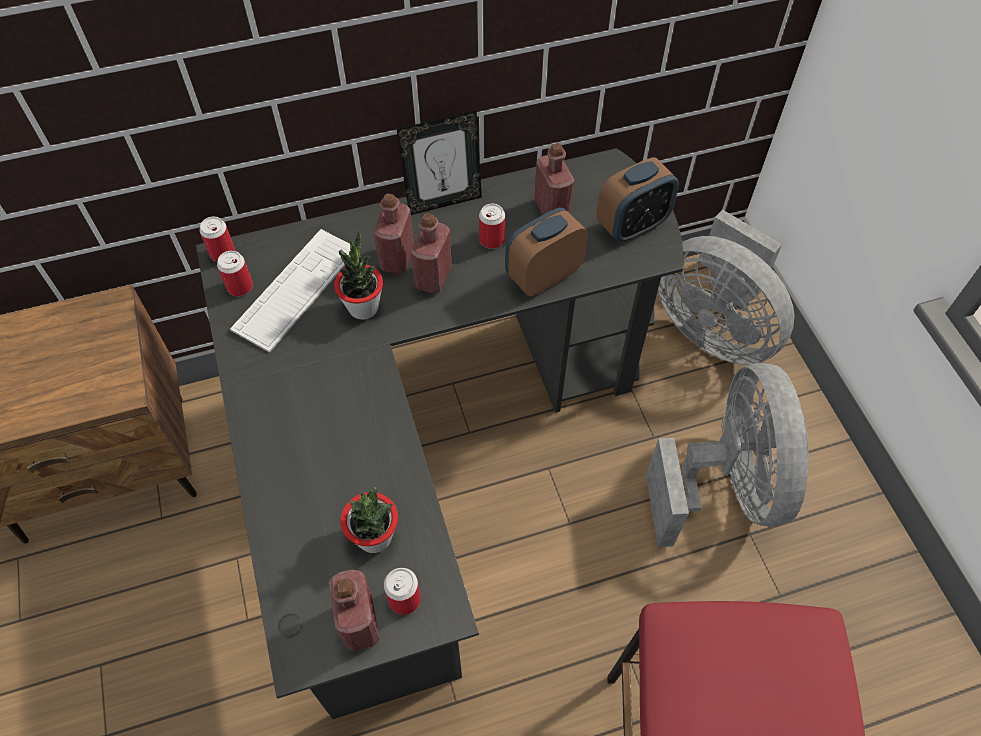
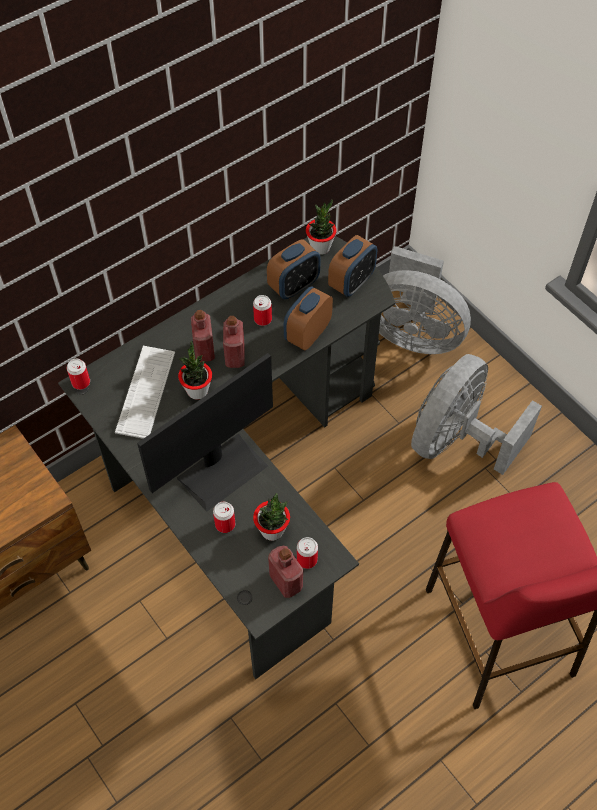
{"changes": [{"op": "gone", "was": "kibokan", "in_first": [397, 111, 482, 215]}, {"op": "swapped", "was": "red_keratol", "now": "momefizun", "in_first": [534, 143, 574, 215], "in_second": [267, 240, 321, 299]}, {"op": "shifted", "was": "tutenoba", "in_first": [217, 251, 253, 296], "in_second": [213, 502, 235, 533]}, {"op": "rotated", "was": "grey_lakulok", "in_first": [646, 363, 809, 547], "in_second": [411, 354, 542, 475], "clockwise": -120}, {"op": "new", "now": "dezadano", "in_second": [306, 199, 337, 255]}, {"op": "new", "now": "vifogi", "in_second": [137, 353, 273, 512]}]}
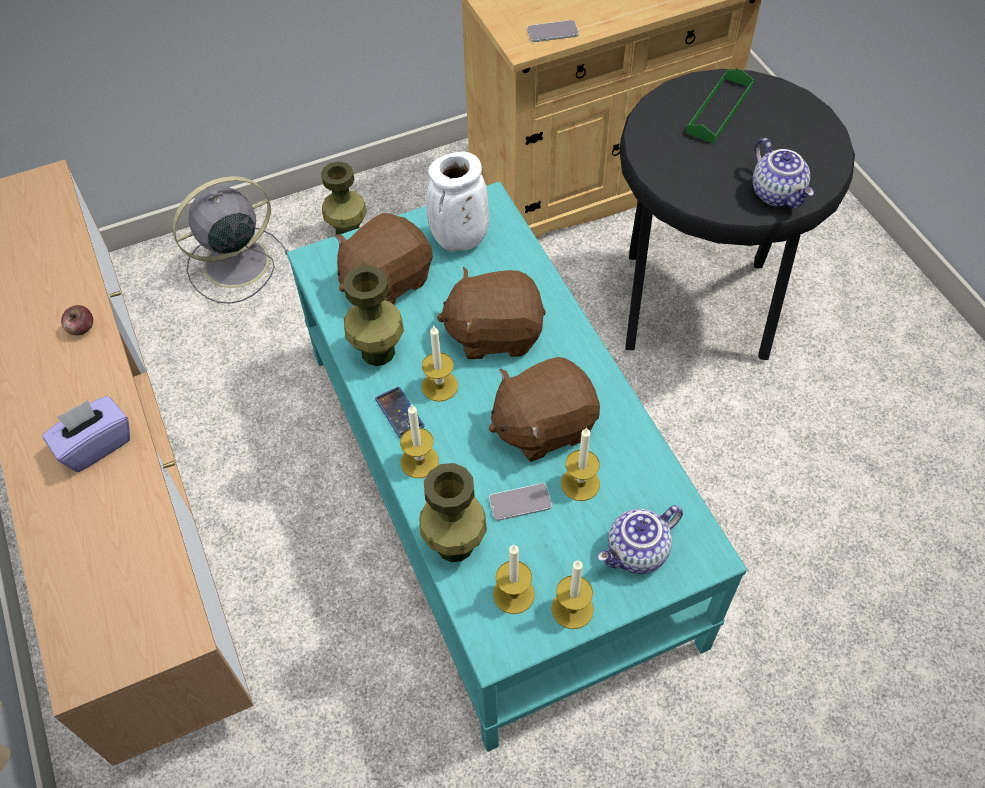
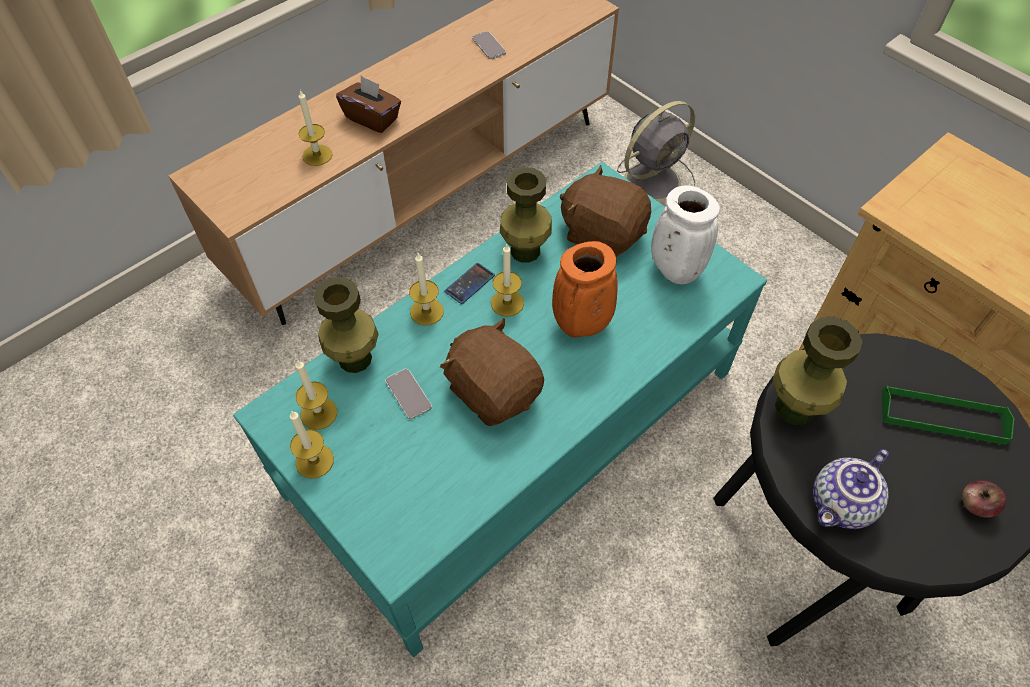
{"changes": [{"op": "shifted", "was": "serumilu", "in_first": [527, 20, 579, 42], "in_second": [472, 31, 506, 59]}, {"op": "shifted", "was": "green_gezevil", "in_first": [321, 161, 367, 235], "in_second": [772, 316, 862, 425]}, {"op": "rotated", "was": "grey_lakulok", "in_first": [172, 176, 289, 304], "in_second": [617, 101, 695, 202], "clockwise": 105}, {"op": "swapped", "was": "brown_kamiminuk", "now": "orange_gezevil", "in_first": [437, 267, 546, 359], "in_second": [552, 241, 618, 338]}, {"op": "shifted", "was": "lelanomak", "in_first": [61, 305, 93, 336], "in_second": [962, 480, 1006, 518]}, {"op": "repainted", "was": "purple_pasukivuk", "now": "brown_pasukivuk", "in_first": [42, 396, 130, 472], "in_second": [336, 76, 401, 133]}, {"op": "shifted", "was": "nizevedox", "in_first": [561, 427, 600, 501], "in_second": [298, 90, 333, 166]}, {"op": "gone", "was": "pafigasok", "in_first": [598, 505, 683, 574]}]}
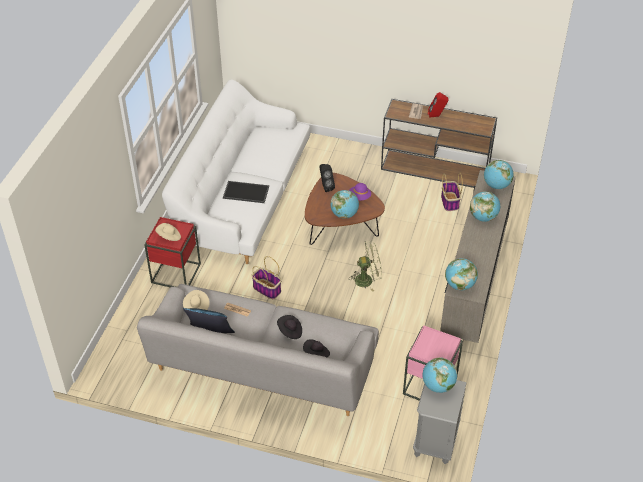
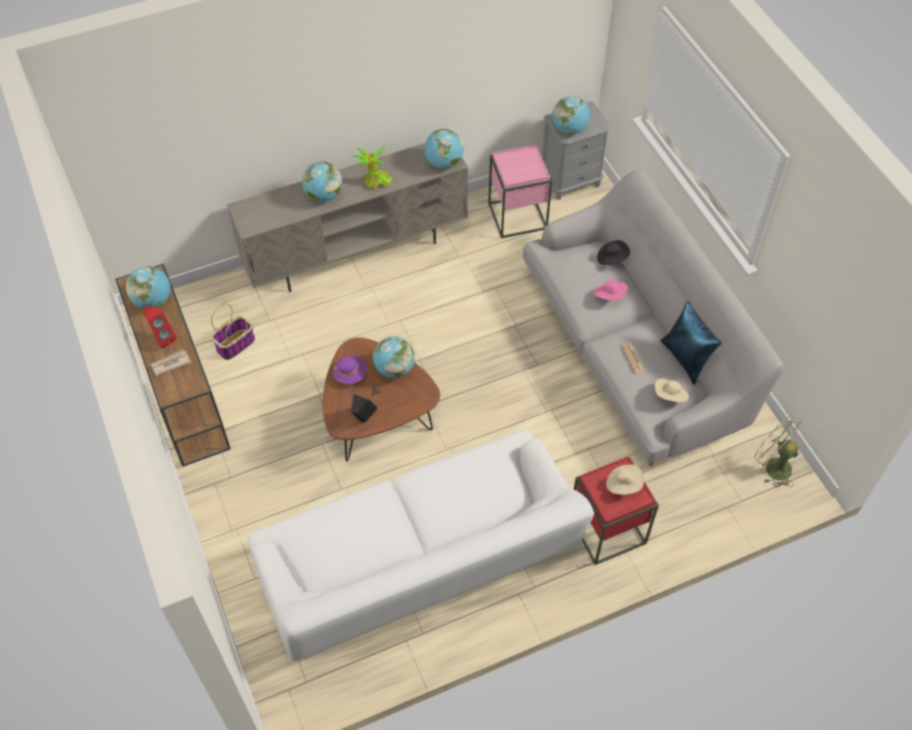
{"changes": [{"op": "shifted", "was": "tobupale", "in_first": [484, 160, 514, 189], "in_second": [126, 266, 170, 309]}, {"op": "gone", "was": "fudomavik", "in_first": [223, 181, 269, 203]}, {"op": "shifted", "was": "green_lakulok", "in_first": [349, 241, 382, 292], "in_second": [754, 416, 802, 488]}, {"op": "gone", "was": "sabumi", "in_first": [251, 256, 282, 299]}, {"op": "repainted", "was": "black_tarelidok", "now": "pink_tarelidok", "in_first": [277, 315, 302, 339], "in_second": [594, 280, 628, 301]}, {"op": "new", "now": "dezadano", "in_second": [352, 145, 392, 189]}]}
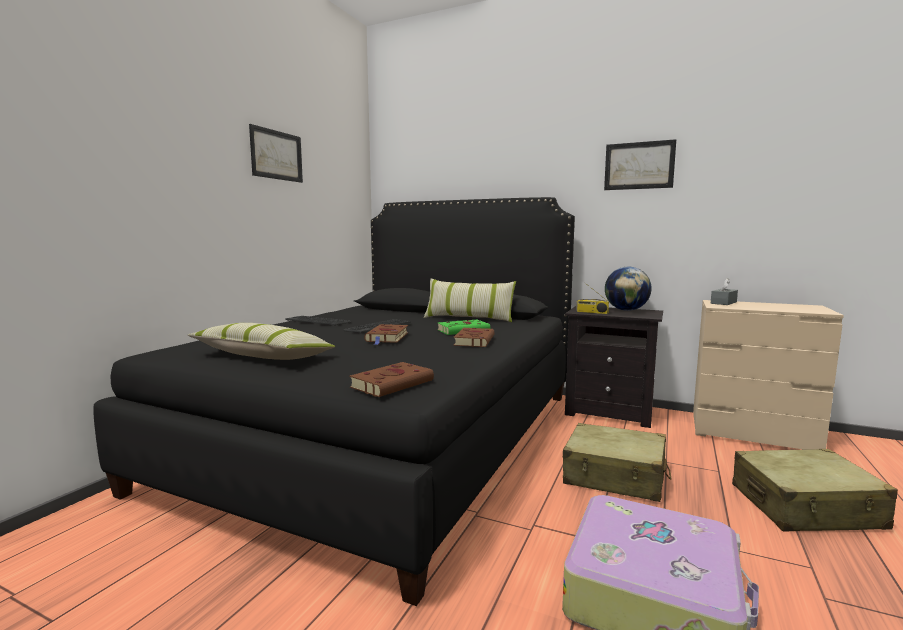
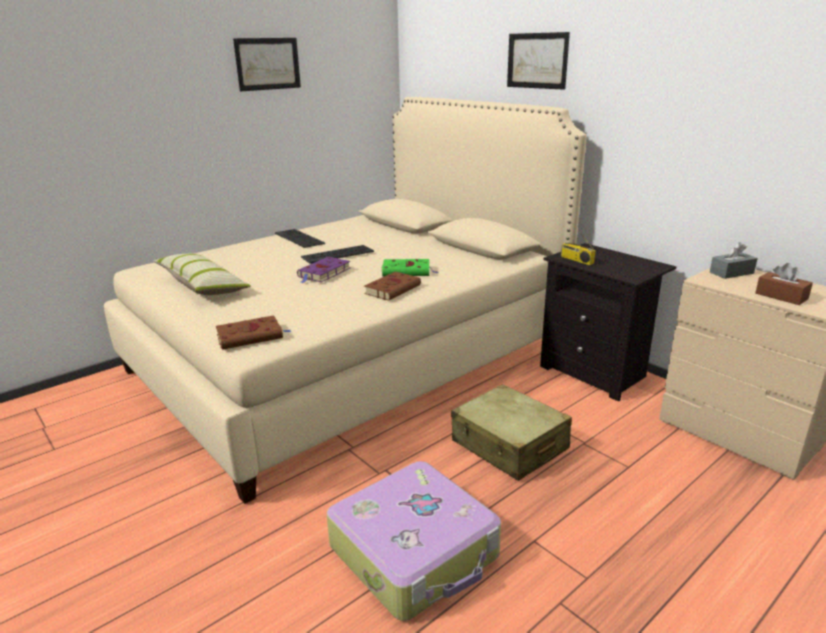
{"changes": [{"op": "shifted", "was": "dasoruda", "in_first": [604, 139, 676, 190], "in_second": [507, 32, 570, 90]}, {"op": "repainted", "was": "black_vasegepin", "now": "beige_vasegepin", "in_first": [93, 197, 575, 606], "in_second": [104, 97, 587, 504]}, {"op": "gone", "was": "tobupale", "in_first": [605, 267, 652, 311]}, {"op": "gone", "was": "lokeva", "in_first": [423, 279, 516, 322]}, {"op": "repainted", "was": "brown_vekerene", "now": "purple_vekerene", "in_first": [364, 324, 408, 345], "in_second": [297, 257, 350, 283]}, {"op": "gone", "was": "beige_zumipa", "in_first": [732, 449, 898, 532]}, {"op": "new", "now": "brown_pasukivuk", "in_second": [755, 263, 813, 305]}]}
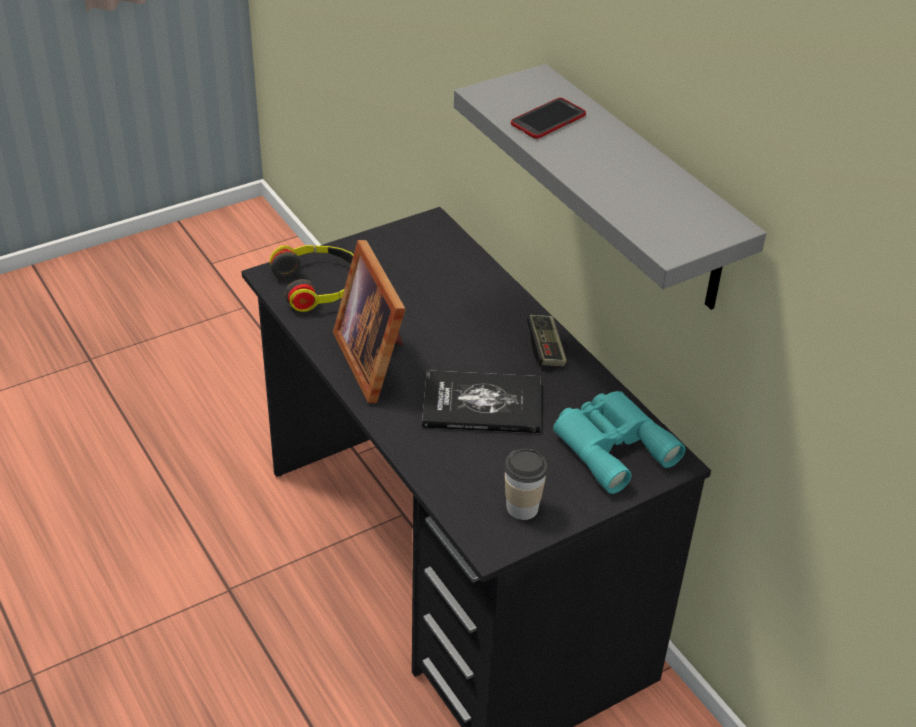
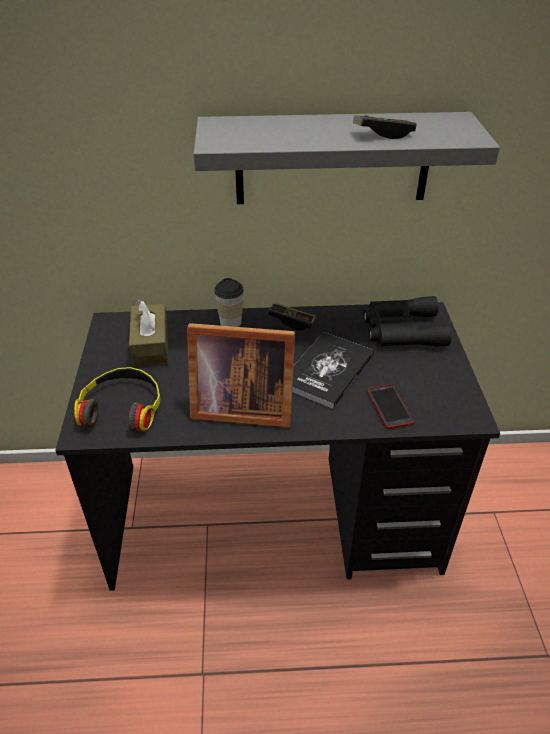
{"changes": [{"op": "shifted", "was": "serumilu", "in_first": [511, 98, 586, 139], "in_second": [367, 384, 415, 429]}, {"op": "repainted", "was": "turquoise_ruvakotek", "now": "black_ruvakotek", "in_first": [553, 391, 686, 494], "in_second": [364, 296, 452, 346]}, {"op": "shifted", "was": "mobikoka", "in_first": [504, 449, 548, 520], "in_second": [214, 278, 244, 327]}, {"op": "new", "now": "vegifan", "in_second": [353, 115, 417, 139]}, {"op": "new", "now": "brown_pasukivuk", "in_second": [129, 300, 169, 367]}]}
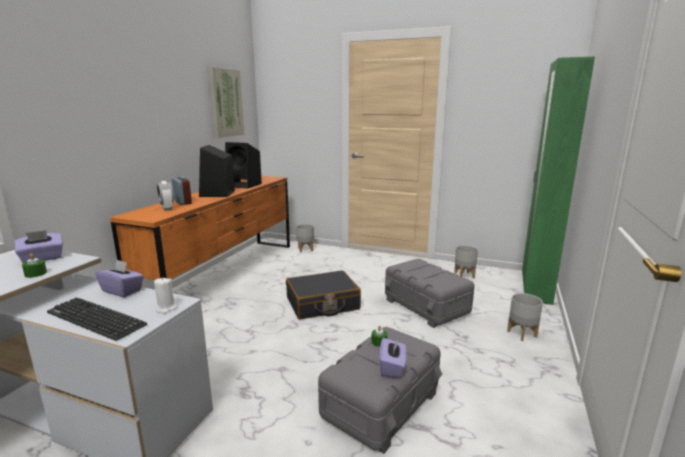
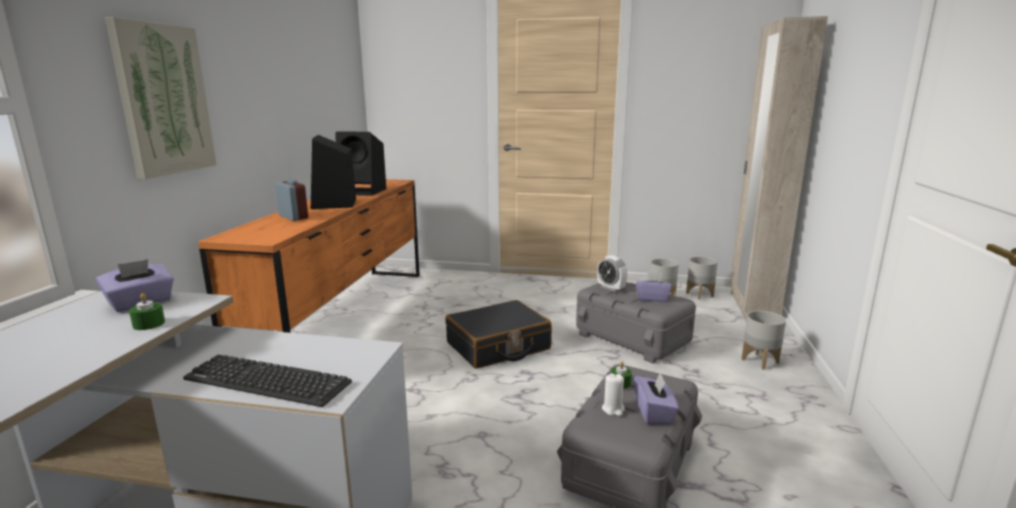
{"changes": [{"op": "repainted", "was": "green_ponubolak", "now": "beige_ponubolak", "in_first": [522, 57, 595, 305], "in_second": [730, 16, 828, 321]}, {"op": "shifted", "was": "dasoruda", "in_first": [209, 67, 245, 138], "in_second": [105, 17, 217, 179]}, {"op": "shifted", "was": "momefizun", "in_first": [157, 181, 174, 211], "in_second": [597, 255, 627, 292]}, {"op": "shifted", "was": "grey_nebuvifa", "in_first": [296, 224, 314, 252], "in_second": [686, 257, 718, 300]}, {"op": "shifted", "was": "purple_pasukivuk", "in_first": [95, 259, 144, 297], "in_second": [636, 272, 671, 302]}, {"op": "shifted", "was": "white_nizevedox", "in_first": [154, 277, 178, 314], "in_second": [602, 373, 625, 416]}]}
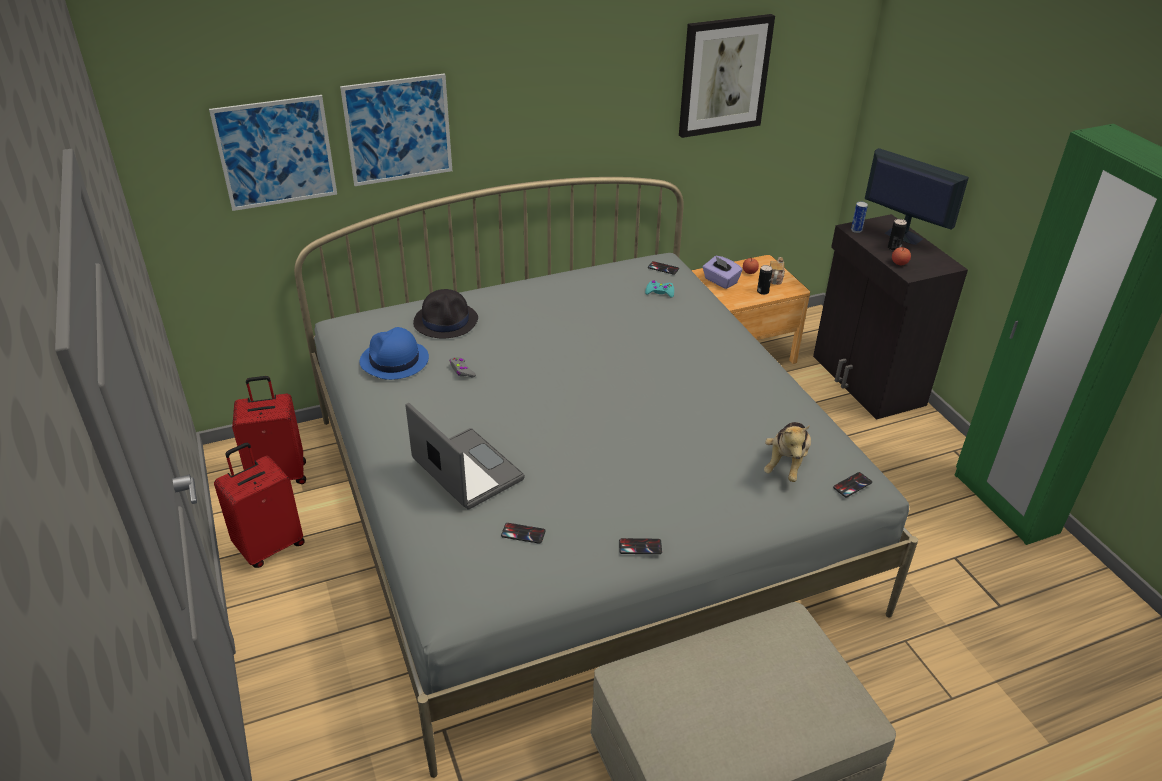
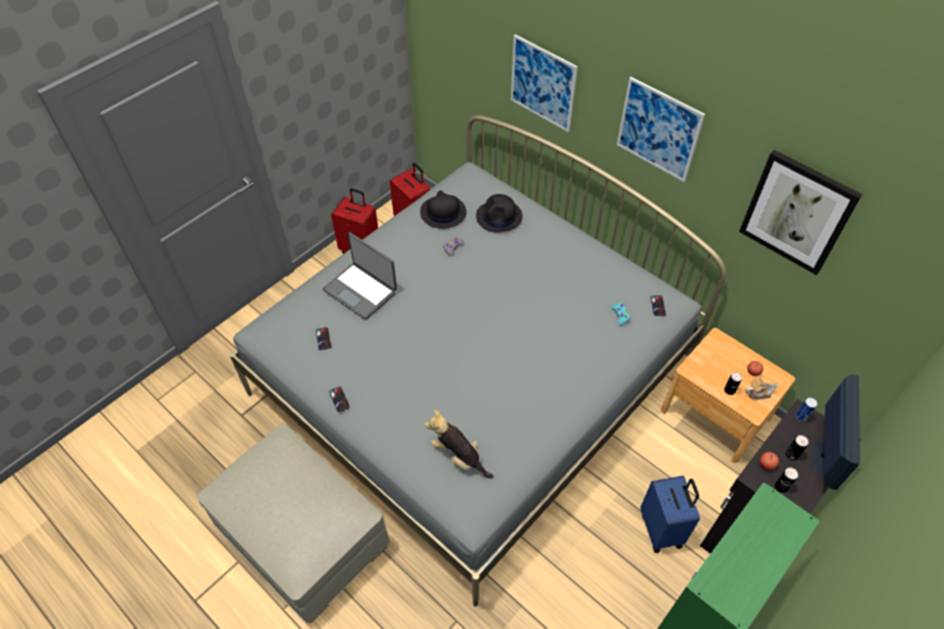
{"changes": [{"op": "shifted", "was": "dasoruda", "in_first": [209, 95, 337, 211], "in_second": [617, 77, 705, 182]}, {"op": "gone", "was": "purple_pasukivuk", "in_first": [702, 256, 743, 289]}, {"op": "repainted", "was": "blue_tarelidok", "now": "black_tarelidok", "in_first": [360, 327, 429, 380], "in_second": [420, 190, 467, 229]}, {"op": "rotated", "was": "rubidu", "in_first": [405, 403, 525, 510], "in_second": [322, 232, 397, 320], "clockwise": 105}, {"op": "rotated", "was": "kamiminuk", "in_first": [764, 422, 811, 482], "in_second": [424, 410, 493, 478], "clockwise": 45}, {"op": "gone", "was": "serumilu", "in_first": [833, 472, 872, 497]}, {"op": "new", "now": "tutenoba", "in_second": [775, 467, 798, 493]}, {"op": "new", "now": "blue_zumipa", "in_second": [641, 476, 700, 553]}]}
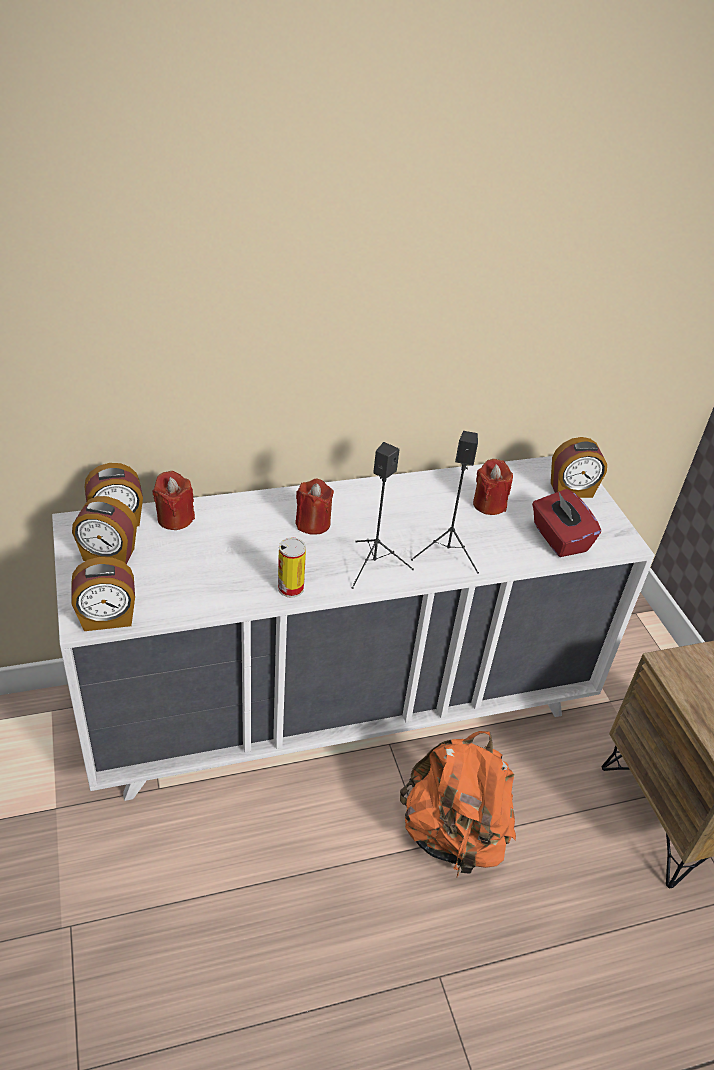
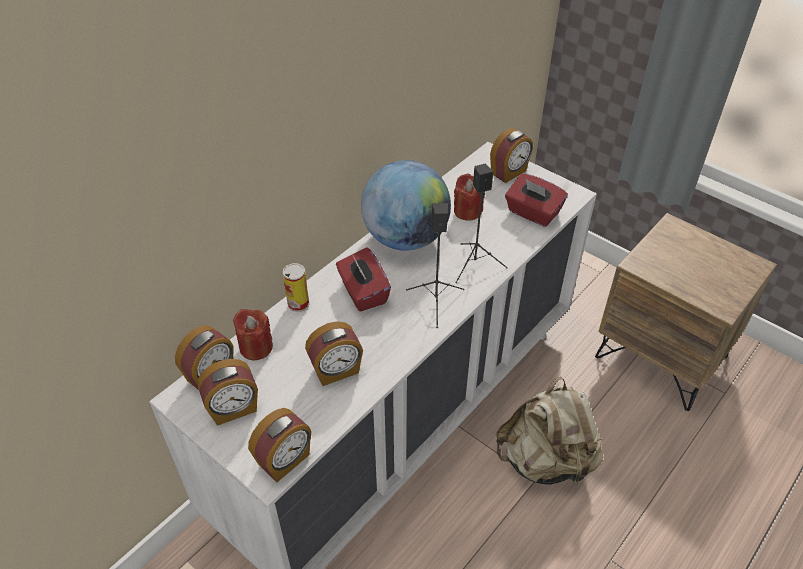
{"changes": [{"op": "swapped", "was": "red_nizevedox", "now": "red_pasukivuk", "in_first": [296, 479, 334, 535], "in_second": [336, 247, 391, 312]}, {"op": "shifted", "was": "tutenoba", "in_first": [278, 537, 306, 598], "in_second": [283, 263, 309, 312]}, {"op": "repainted", "was": "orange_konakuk", "now": "beige_konakuk", "in_first": [400, 731, 516, 877], "in_second": [496, 377, 603, 488]}, {"op": "new", "now": "tobupale", "in_second": [361, 160, 451, 251]}, {"op": "new", "now": "momefizun", "in_second": [305, 321, 363, 386]}]}
